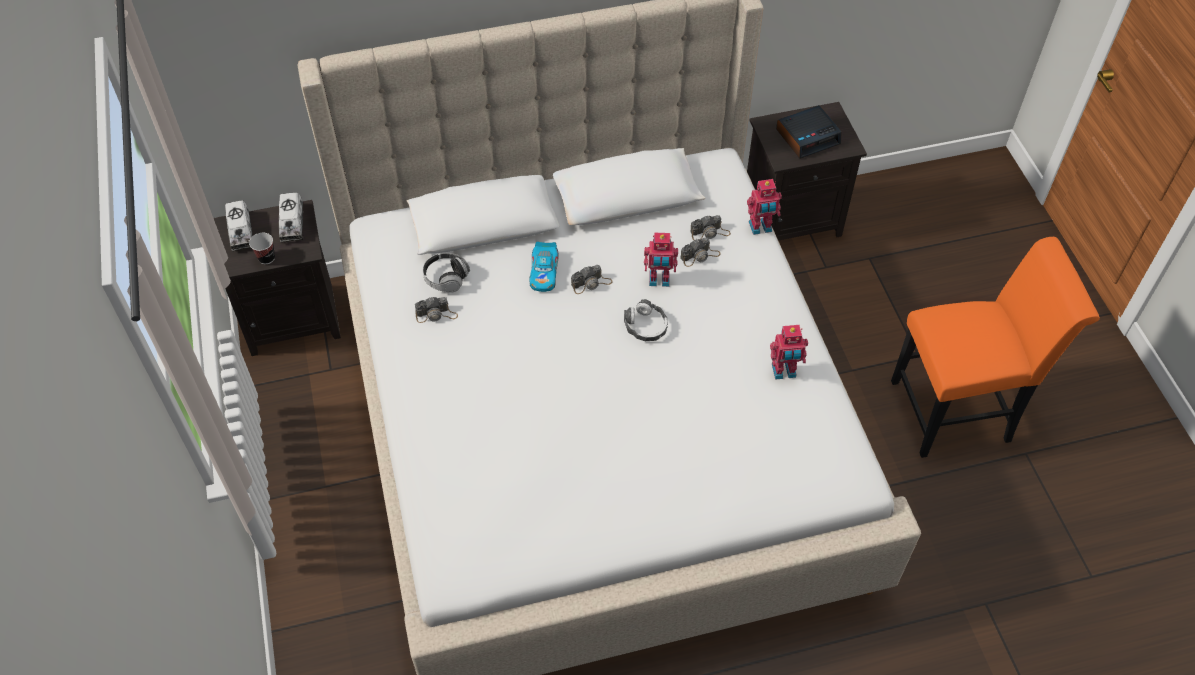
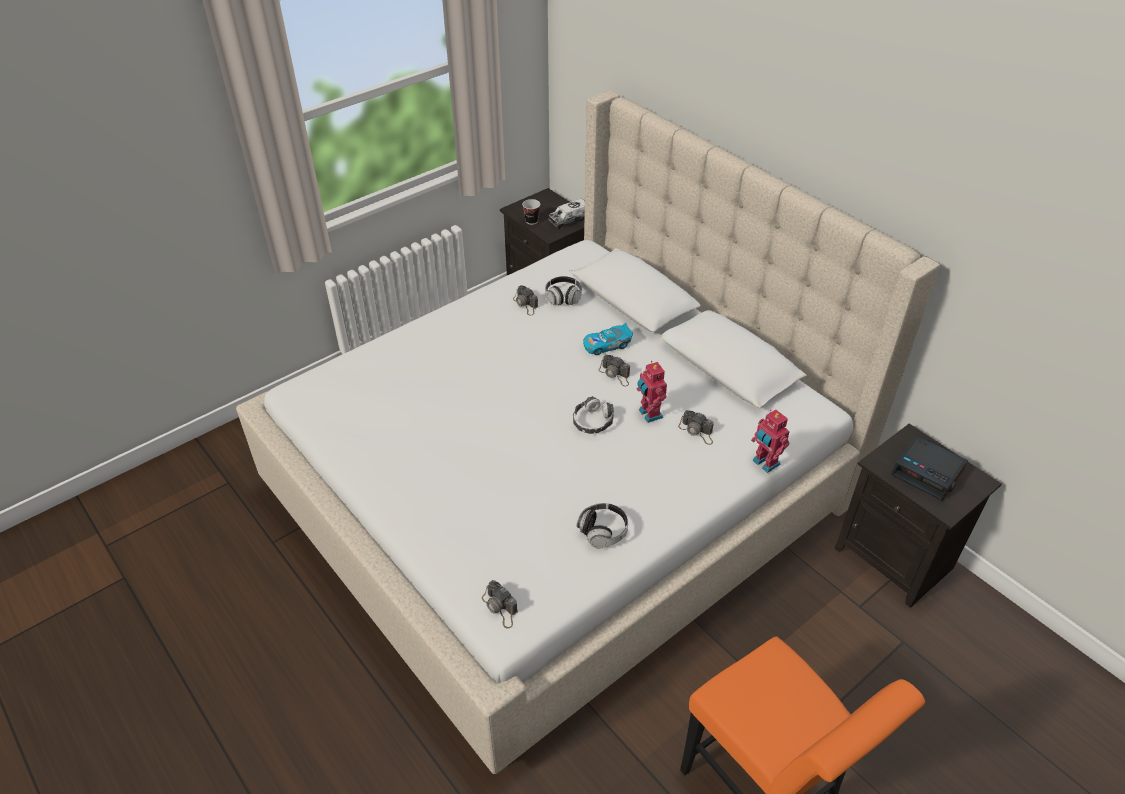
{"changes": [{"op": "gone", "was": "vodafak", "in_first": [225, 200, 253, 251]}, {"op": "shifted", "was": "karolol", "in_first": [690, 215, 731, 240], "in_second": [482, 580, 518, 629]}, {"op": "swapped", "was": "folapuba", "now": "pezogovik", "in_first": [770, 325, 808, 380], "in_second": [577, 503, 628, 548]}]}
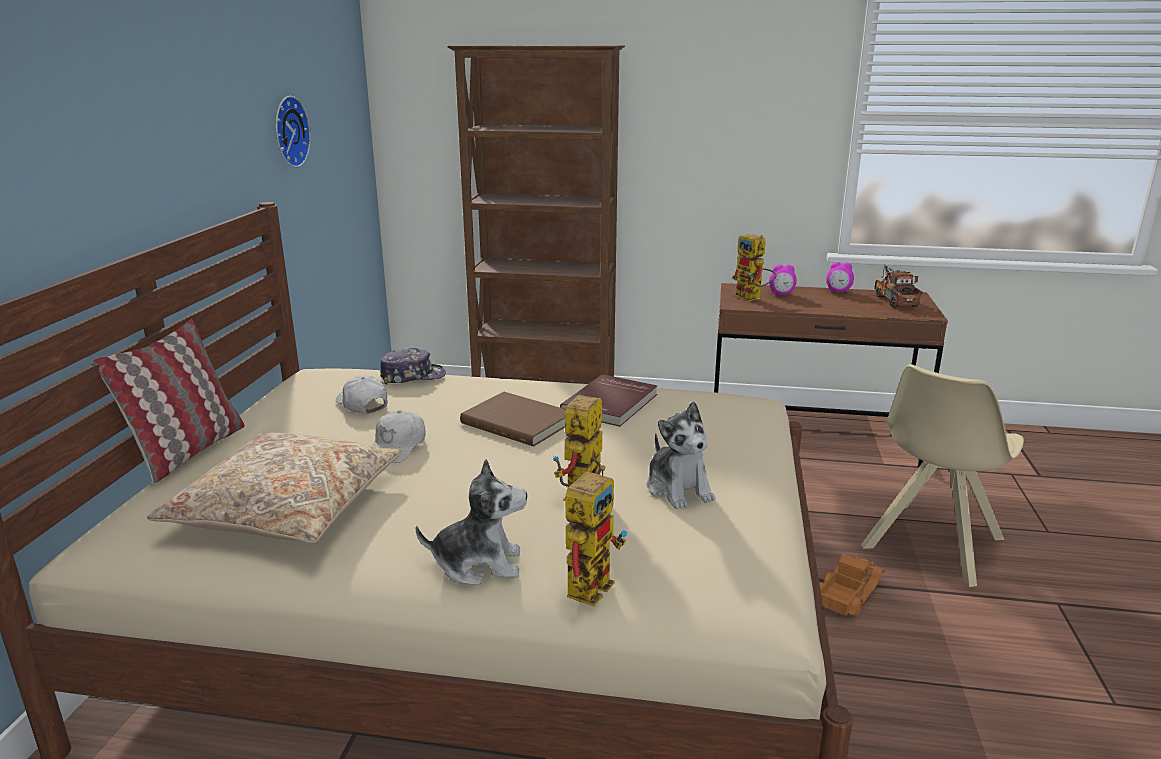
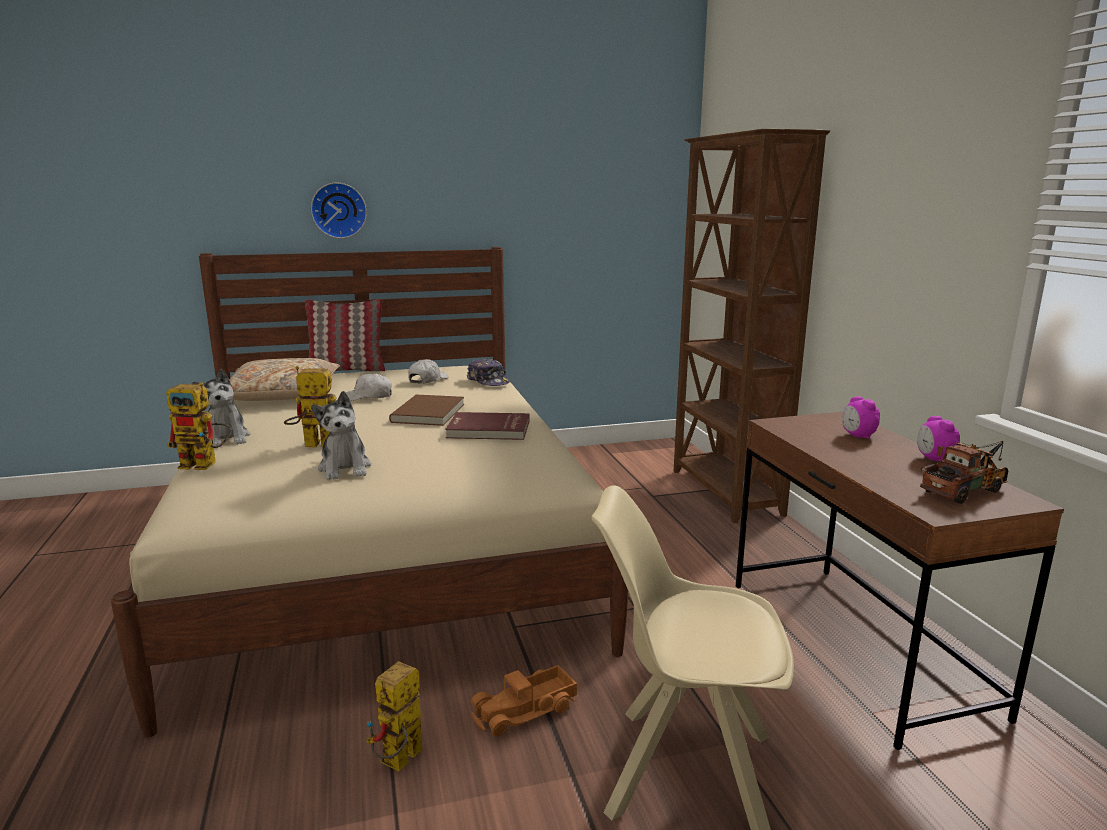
{"changes": [{"op": "shifted", "was": "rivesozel", "in_first": [276, 96, 311, 168], "in_second": [311, 183, 367, 239]}, {"op": "shifted", "was": "folapuba", "in_first": [732, 234, 776, 301], "in_second": [366, 661, 423, 771]}, {"op": "rotated", "was": "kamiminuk", "in_first": [646, 401, 715, 509], "in_second": [311, 391, 371, 480], "clockwise": -60}, {"op": "rotated", "was": "vodafak", "in_first": [819, 554, 885, 616], "in_second": [470, 665, 577, 736], "clockwise": 135}]}
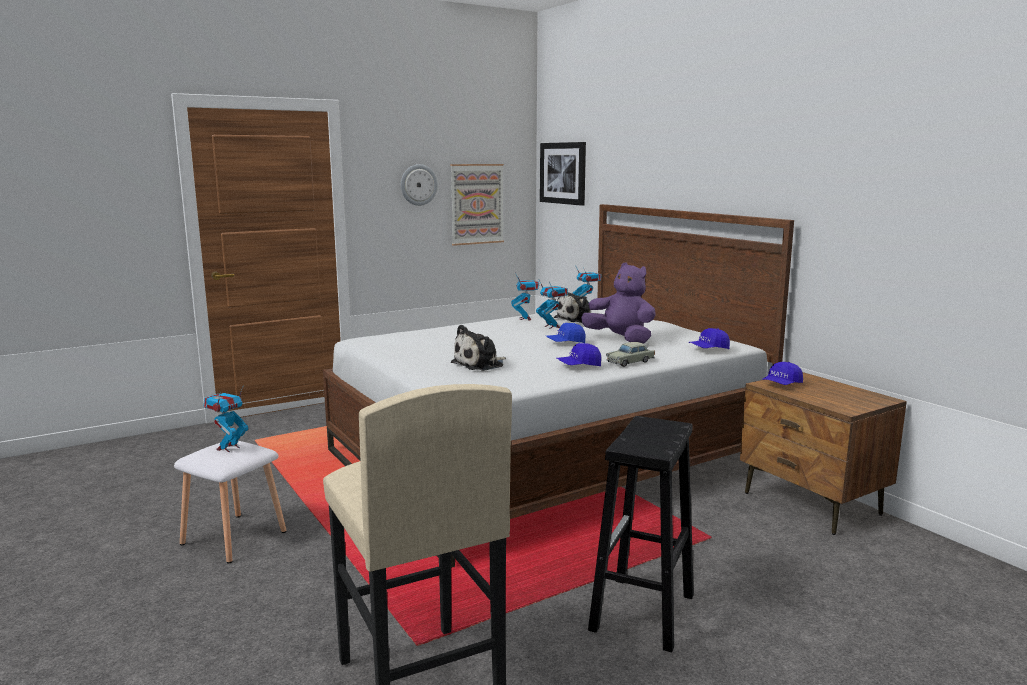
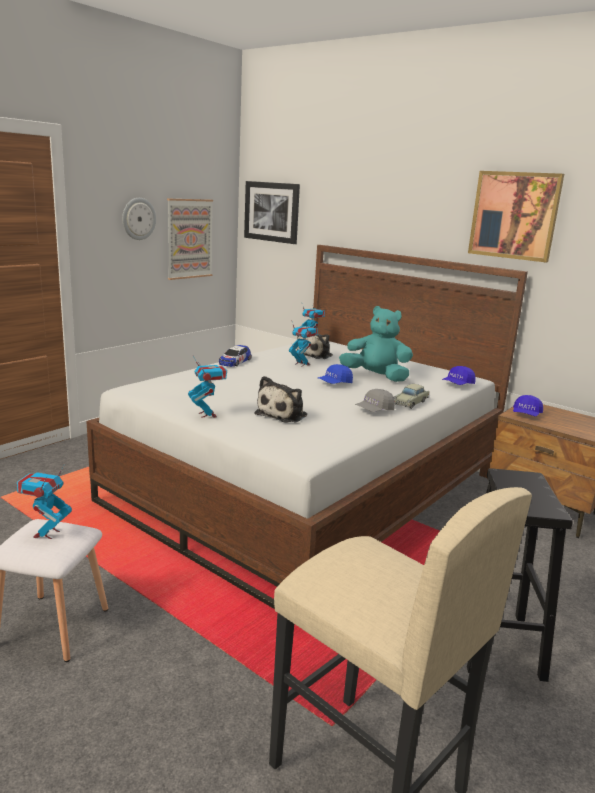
{"changes": [{"op": "repainted", "was": "purple_kamiminuk", "now": "turquoise_kamiminuk", "in_first": [581, 263, 656, 343], "in_second": [339, 306, 413, 382]}, {"op": "shifted", "was": "folapuba", "in_first": [511, 274, 539, 320], "in_second": [188, 356, 227, 418]}, {"op": "repainted", "was": "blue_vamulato", "now": "grey_vamulato", "in_first": [557, 343, 601, 366], "in_second": [355, 389, 395, 412]}, {"op": "new", "now": "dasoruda", "in_second": [468, 171, 564, 262]}, {"op": "new", "now": "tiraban", "in_second": [219, 345, 252, 367]}]}
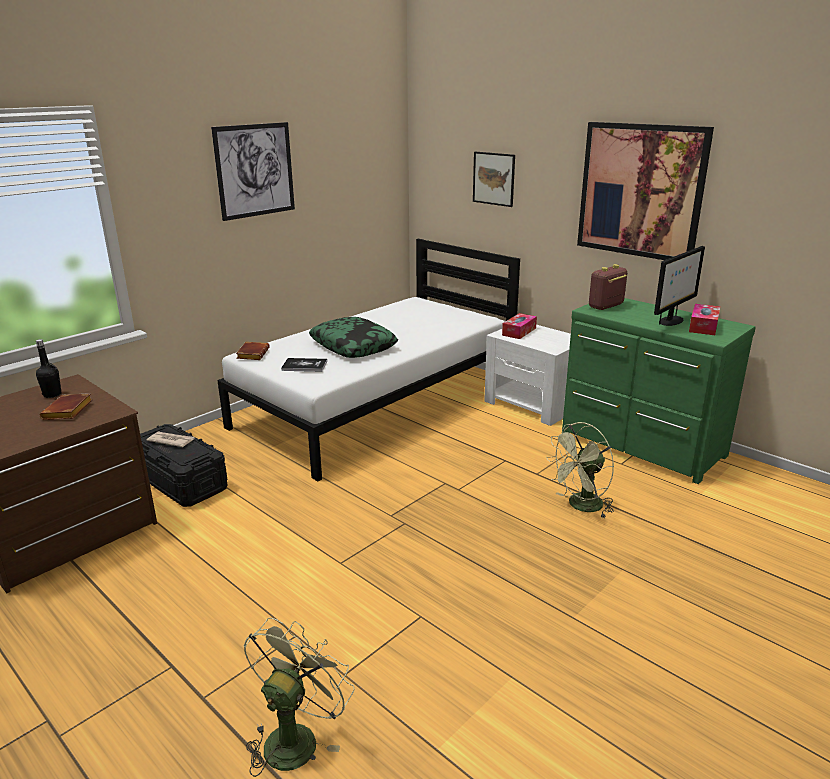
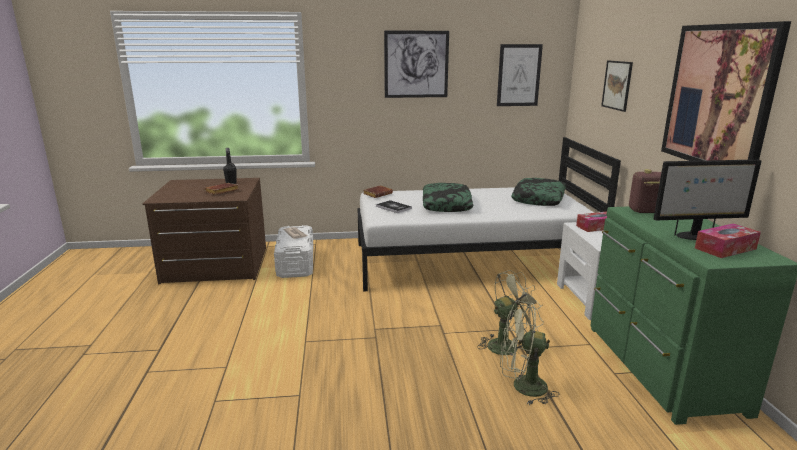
{"changes": [{"op": "repainted", "was": "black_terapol", "now": "white_terapol", "in_first": [140, 424, 227, 507], "in_second": [274, 225, 313, 278]}, {"op": "shifted", "was": "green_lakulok", "in_first": [244, 618, 355, 777], "in_second": [477, 270, 544, 359]}, {"op": "new", "now": "dasoruda", "in_second": [497, 44, 543, 106]}, {"op": "new", "now": "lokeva", "in_second": [511, 178, 566, 206]}]}
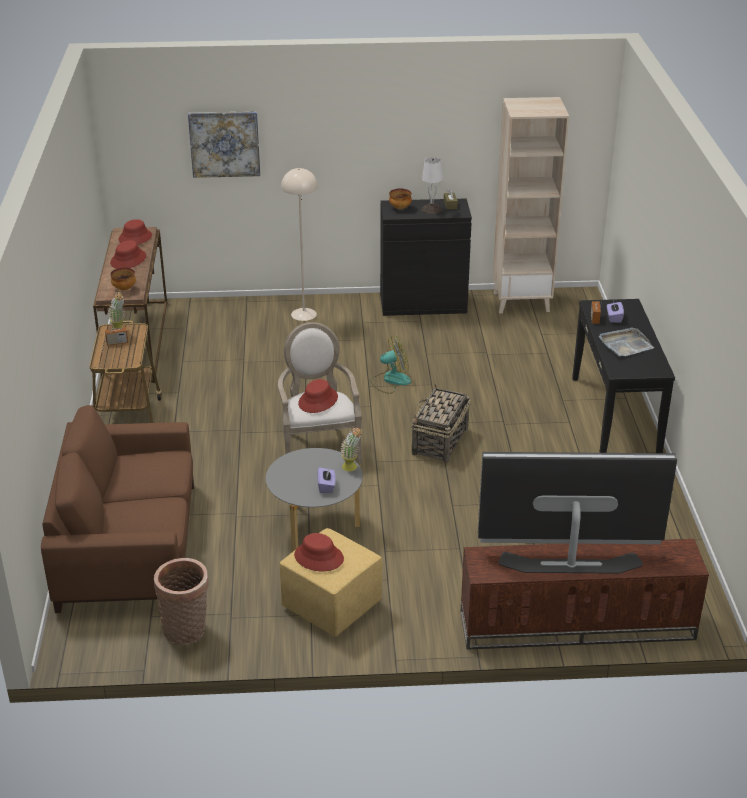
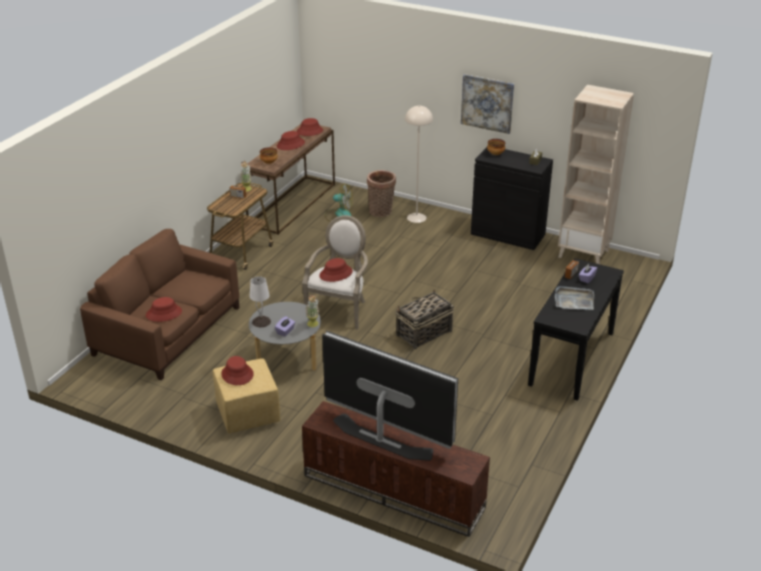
{"changes": [{"op": "shifted", "was": "dasoruda", "in_first": [188, 111, 260, 178], "in_second": [461, 74, 514, 134]}, {"op": "shifted", "was": "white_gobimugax", "in_first": [422, 157, 443, 214], "in_second": [250, 276, 271, 327]}, {"op": "shifted", "was": "lakulok", "in_first": [370, 336, 411, 394], "in_second": [325, 183, 353, 222]}, {"op": "shifted", "was": "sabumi", "in_first": [154, 558, 209, 645], "in_second": [367, 170, 396, 217]}, {"op": "new", "now": "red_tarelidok", "in_second": [146, 297, 182, 322]}]}
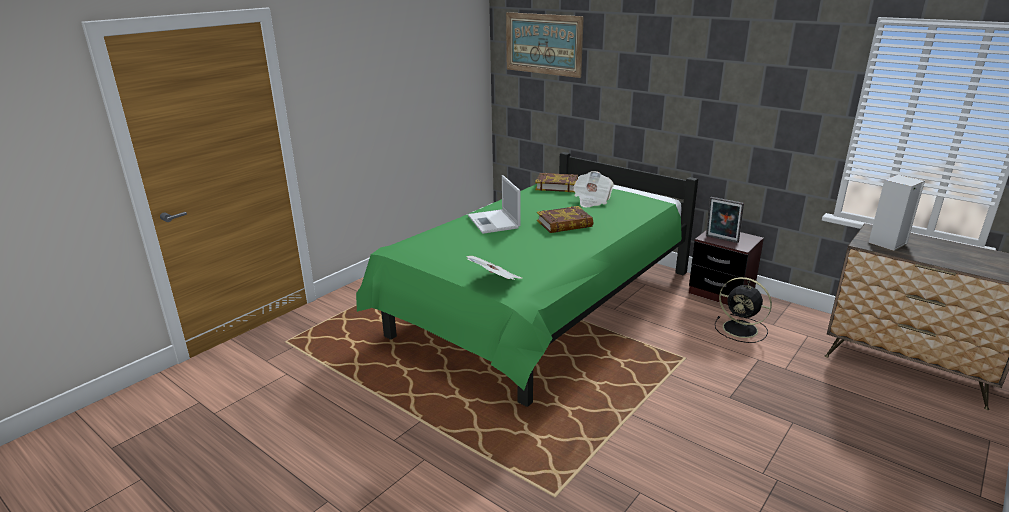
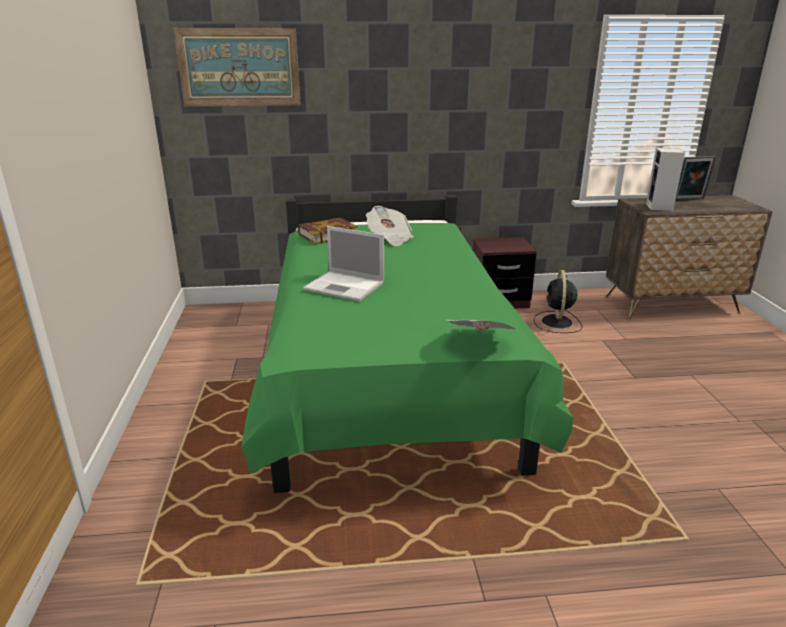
{"changes": [{"op": "shifted", "was": "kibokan", "in_first": [706, 197, 744, 243], "in_second": [675, 156, 716, 201]}, {"op": "gone", "was": "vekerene", "in_first": [537, 206, 594, 233]}, {"op": "rotated", "was": "black_lakulok", "in_first": [715, 277, 772, 343], "in_second": [534, 270, 582, 333], "clockwise": 105}]}
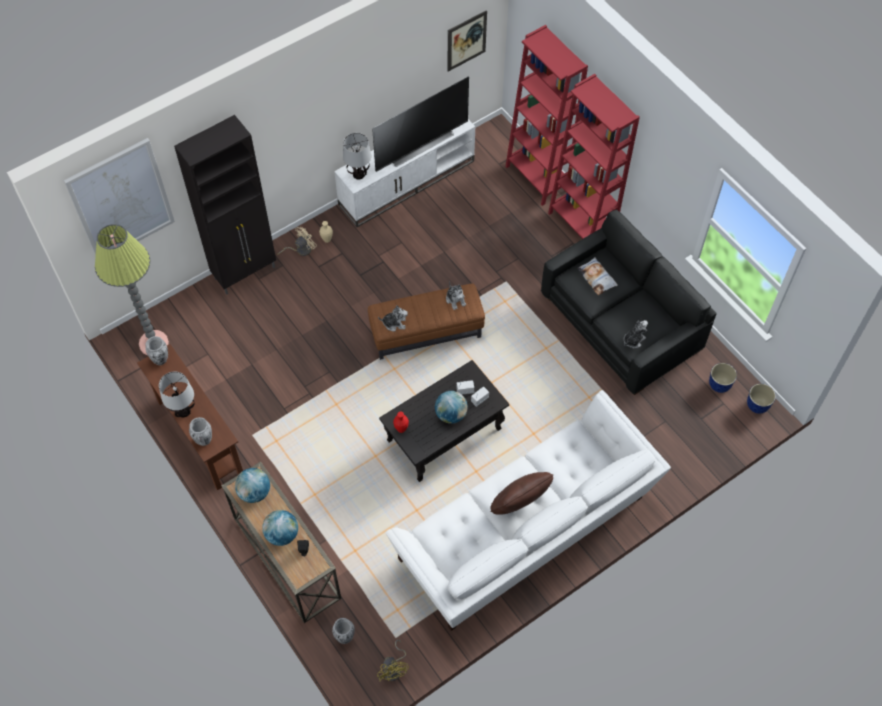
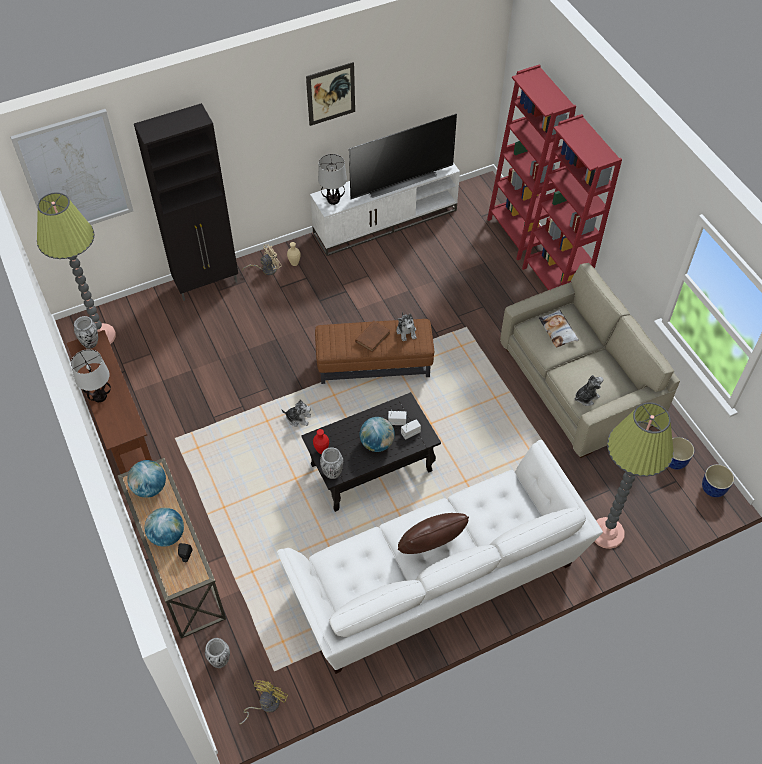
{"changes": [{"op": "shifted", "was": "dasoruda", "in_first": [447, 10, 487, 72], "in_second": [306, 62, 355, 126]}, {"op": "repainted", "was": "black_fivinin", "now": "beige_fivinin", "in_first": [541, 209, 717, 395], "in_second": [500, 263, 680, 458]}, {"op": "shifted", "was": "kamiminuk", "in_first": [378, 305, 408, 332], "in_second": [281, 399, 311, 427]}, {"op": "shifted", "was": "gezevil", "in_first": [189, 417, 212, 446], "in_second": [320, 447, 343, 479]}, {"op": "rotated", "was": "yellow_lakulok", "in_first": [377, 640, 409, 682], "in_second": [239, 680, 288, 724], "clockwise": -150}, {"op": "new", "now": "brown_vekerene", "in_second": [355, 321, 390, 352]}, {"op": "new", "now": "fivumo", "in_second": [594, 402, 674, 549]}]}
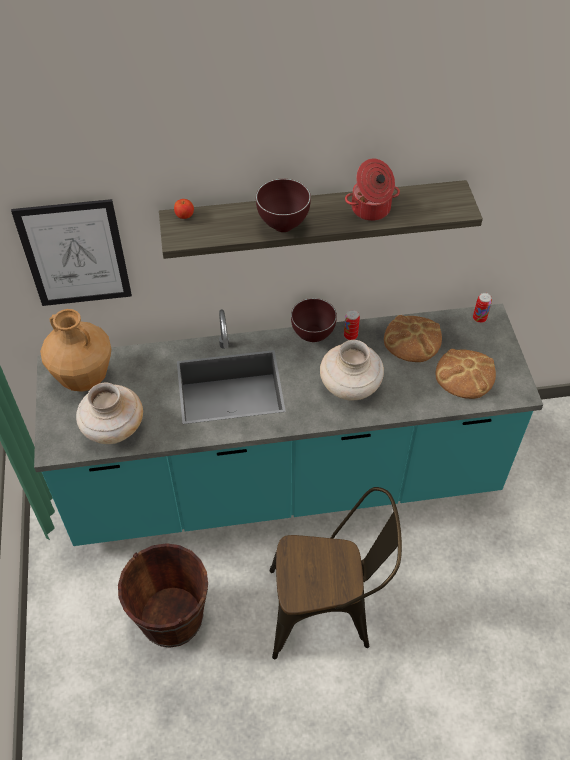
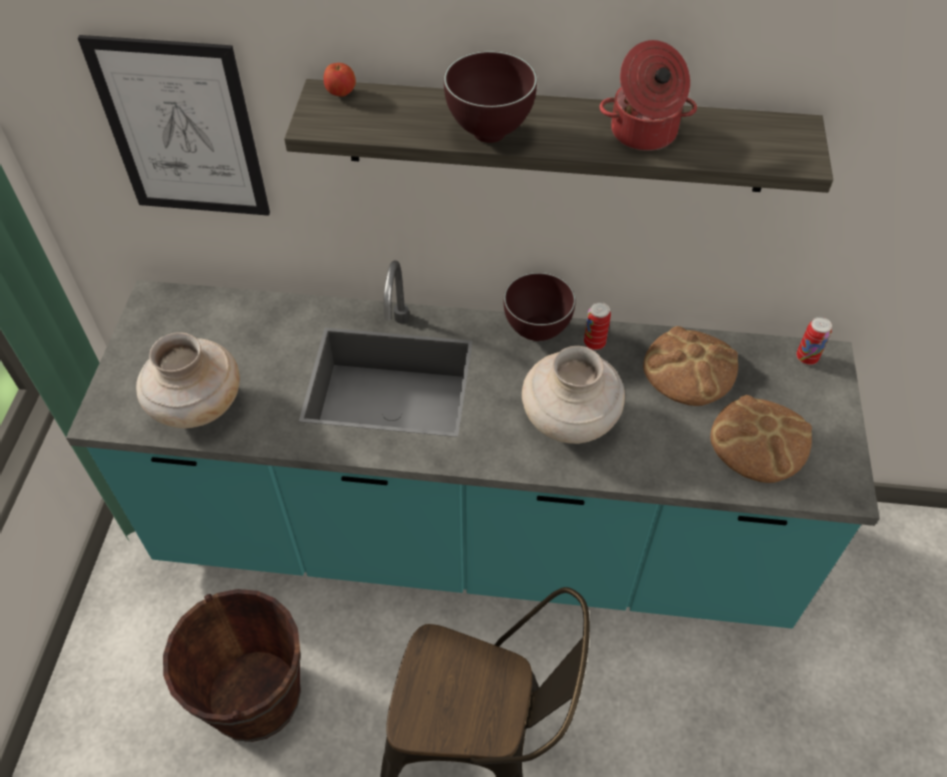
{"changes": [{"op": "gone", "was": "brown_gezevil", "in_first": [40, 309, 111, 392]}]}
